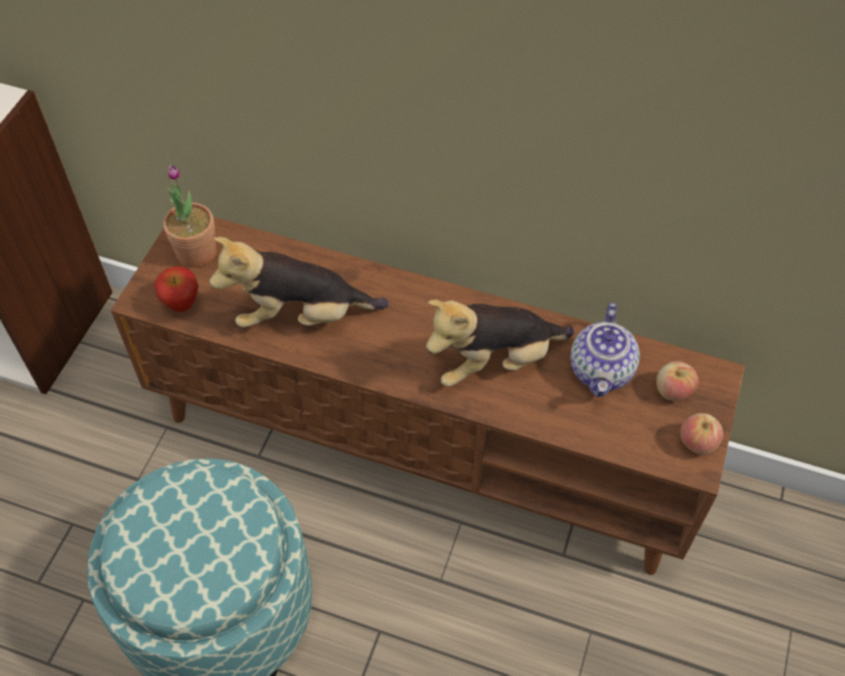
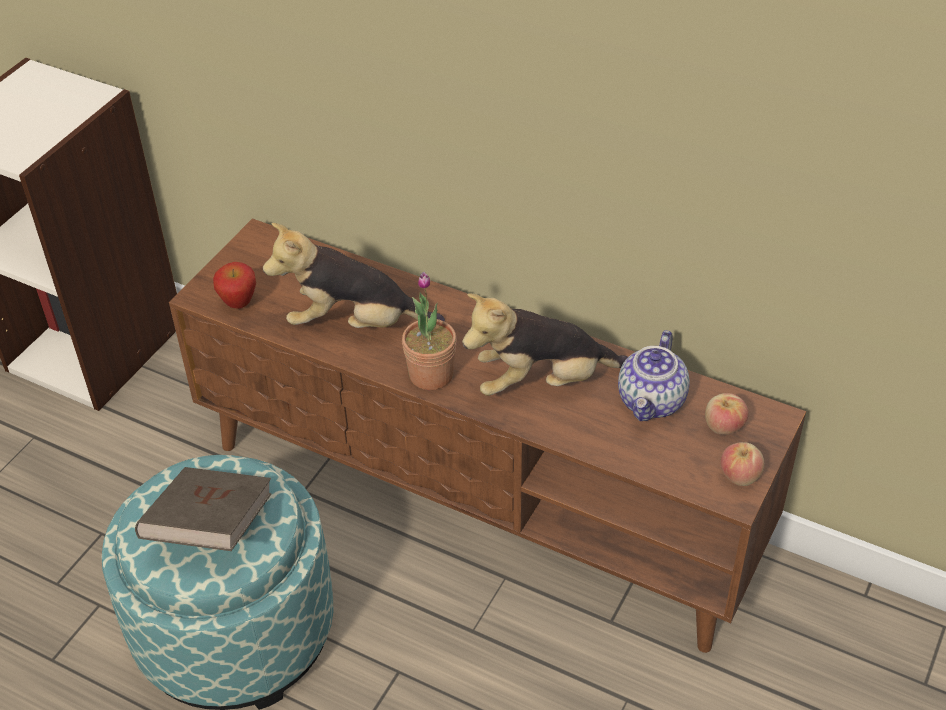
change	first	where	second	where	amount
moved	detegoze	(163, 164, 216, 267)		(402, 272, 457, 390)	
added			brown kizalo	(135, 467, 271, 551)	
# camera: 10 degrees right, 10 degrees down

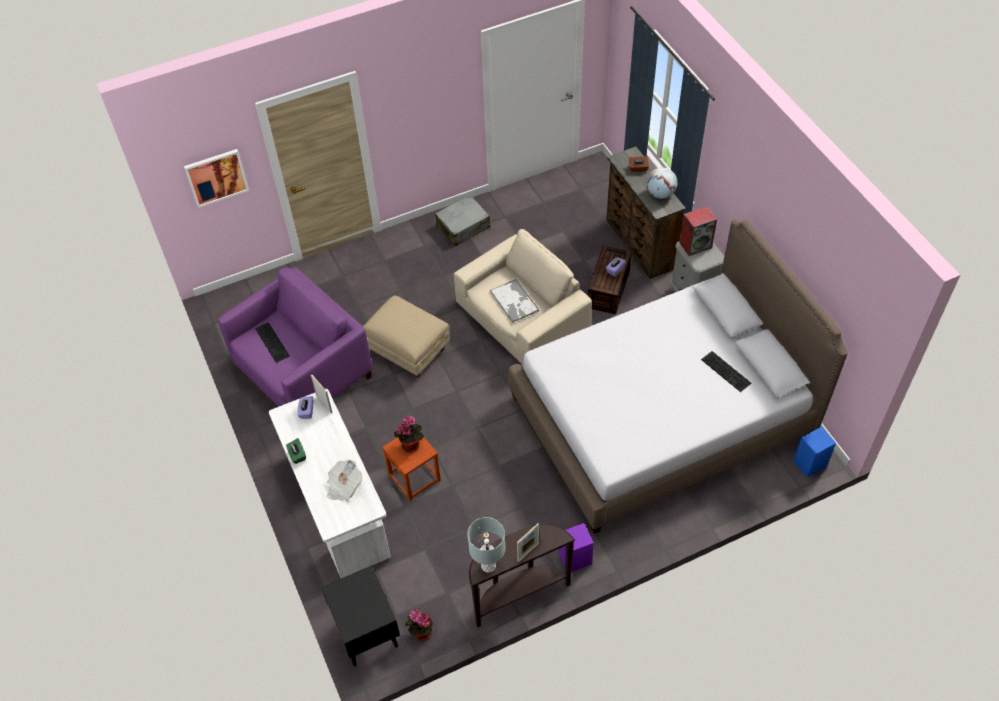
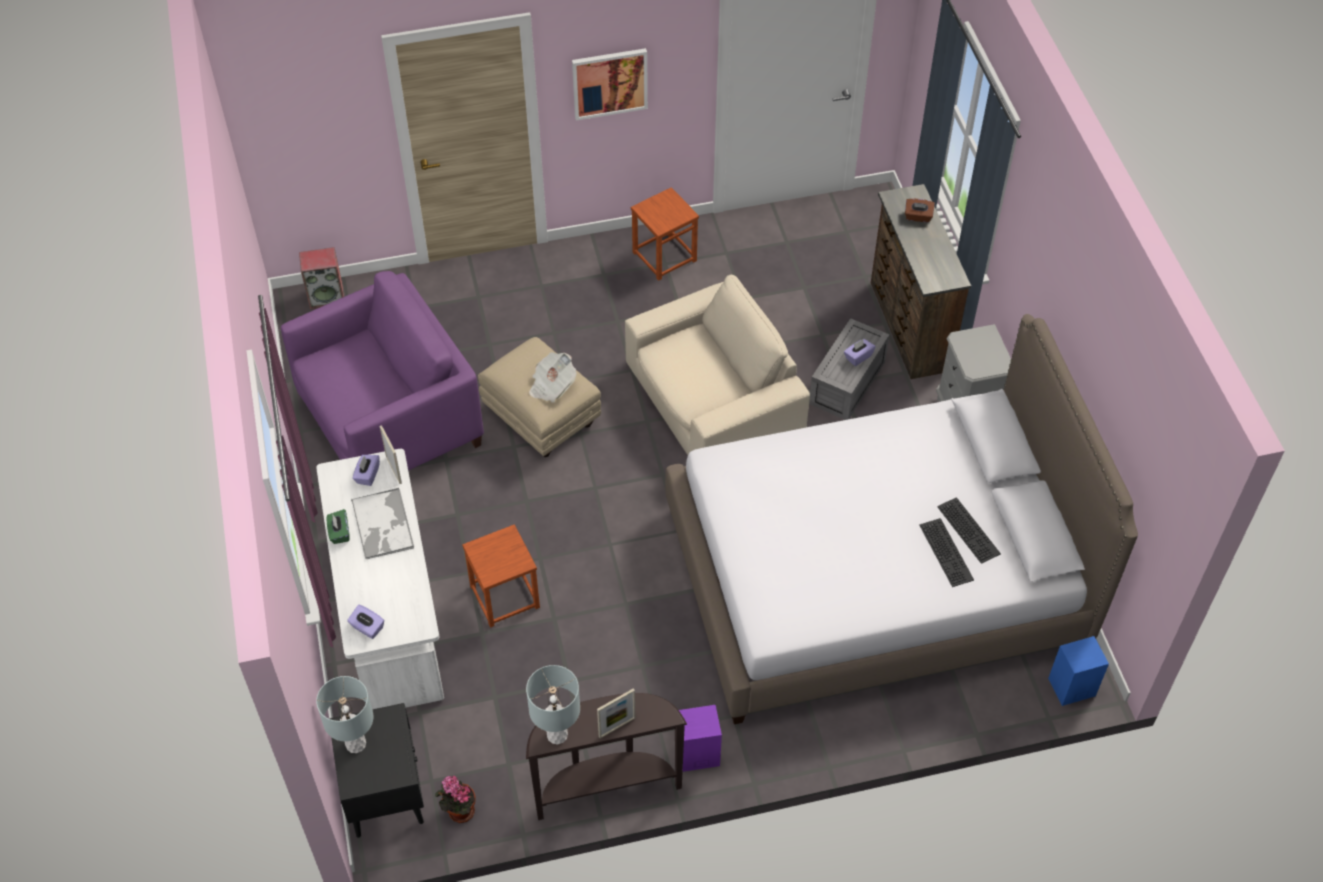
change	first	where	second	where	amount
moved	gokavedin	(184, 149, 249, 208)		(572, 48, 648, 121)	
moved	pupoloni	(255, 322, 290, 363)		(919, 518, 974, 587)	
moved	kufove	(327, 460, 362, 502)		(529, 352, 576, 403)	
removed	detegoze	(394, 416, 424, 453)			
replaced	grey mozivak	(435, 195, 491, 246)	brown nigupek	(631, 187, 699, 281)	
moved	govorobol	(490, 279, 539, 323)		(351, 488, 414, 559)	
recoloured	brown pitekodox	(587, 245, 632, 314)	grey pitekodox	(809, 318, 890, 420)	
removed	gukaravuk	(646, 167, 677, 199)			
moved	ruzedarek	(679, 206, 717, 256)		(299, 247, 344, 309)	
added			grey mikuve	(316, 676, 374, 753)	
added			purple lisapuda	(347, 605, 384, 639)	
# camera: 10 degrees right, 0 degrees up

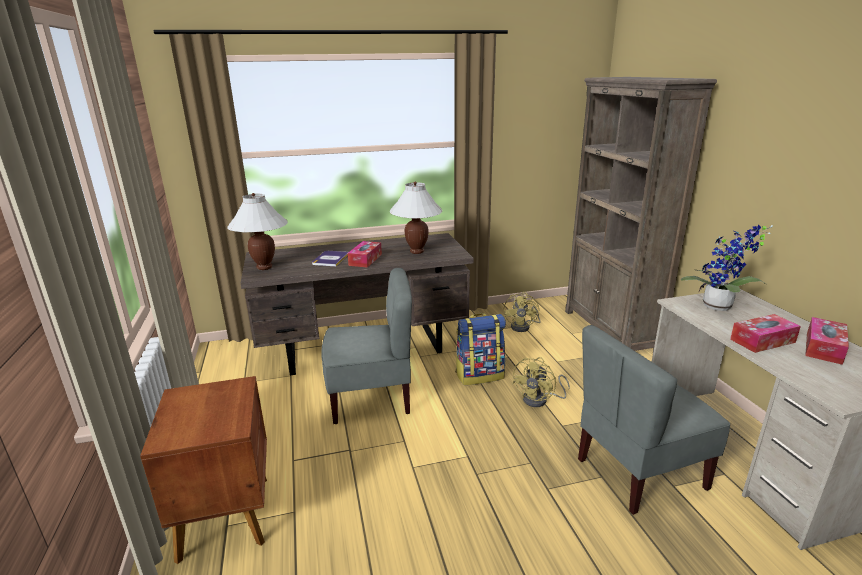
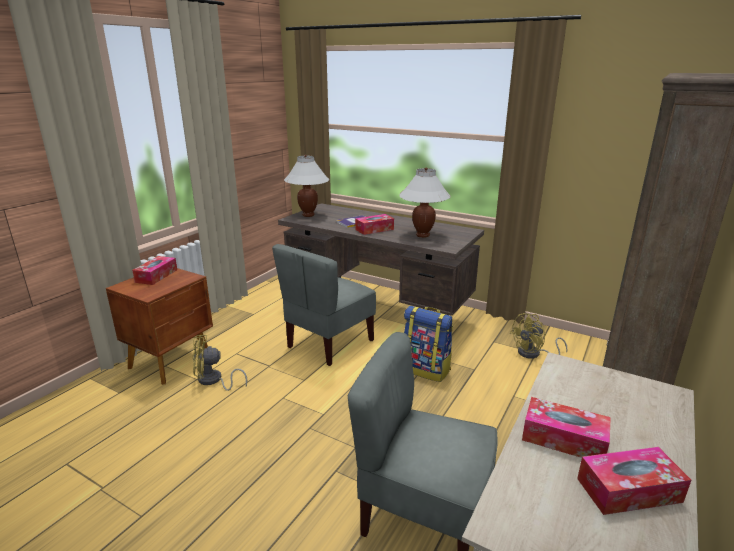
change	first	where	second	where	amount
turned	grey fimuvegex	(321, 268, 412, 424)		(272, 244, 376, 366)	90 degrees clockwise
moved	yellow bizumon	(512, 357, 570, 407)		(193, 335, 247, 391)	
removed	detegoze	(681, 225, 773, 311)			
added			lisapuda	(132, 256, 177, 285)	
# camera: 45 degrees right, 0 degrees up

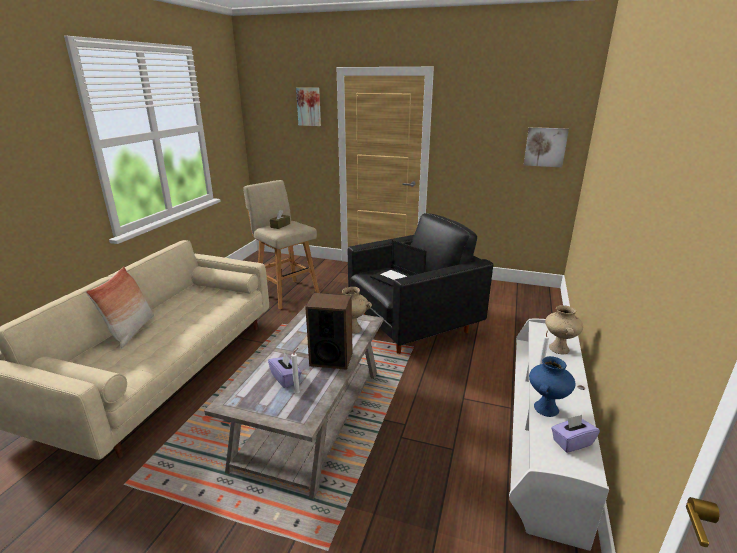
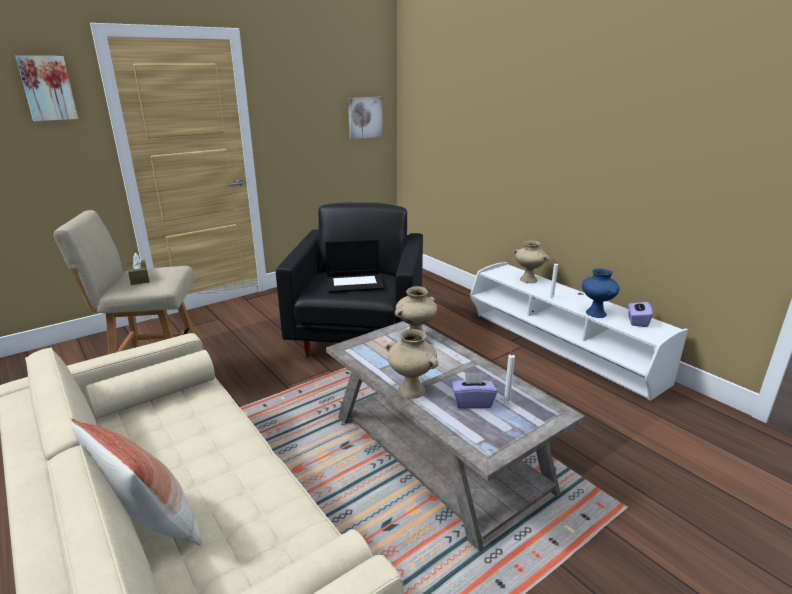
change	first	where	second	where	amount
removed	ruzedarek	(305, 293, 353, 370)			
added			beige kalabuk	(386, 329, 439, 399)	
# camera: 55 degrees left, 0 degrees up

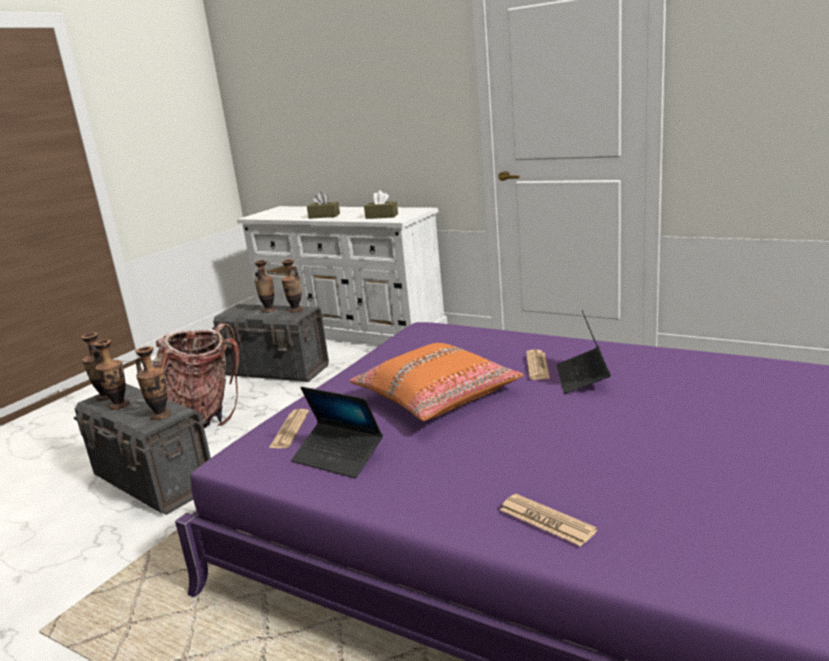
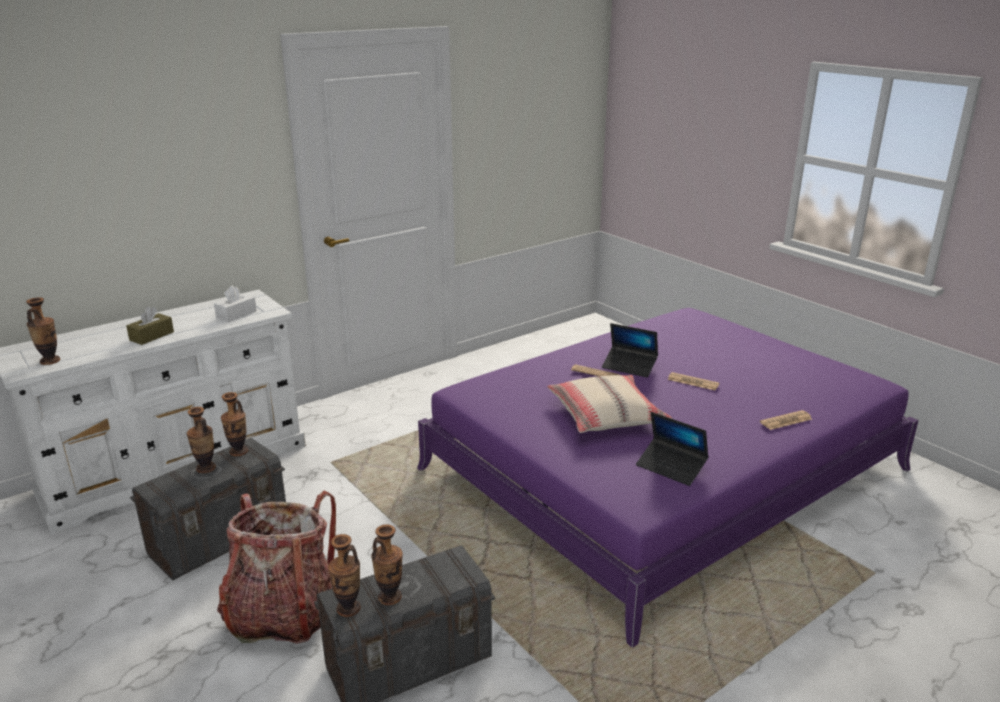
change	first	where	second	where	amount
moved	kalabuk	(135, 346, 171, 420)		(26, 297, 60, 365)	
moved	kufove	(269, 409, 309, 448)		(668, 372, 719, 390)	
turned	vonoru	(291, 387, 383, 478)		(636, 412, 709, 486)	75 degrees clockwise
recoloured	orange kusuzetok	(349, 343, 524, 421)	beige kusuzetok	(547, 375, 673, 433)	
recoloured	brown lisapuda	(364, 191, 398, 219)	white lisapuda	(214, 286, 257, 322)	
# camera: 70 degrees left, 5 degrees up

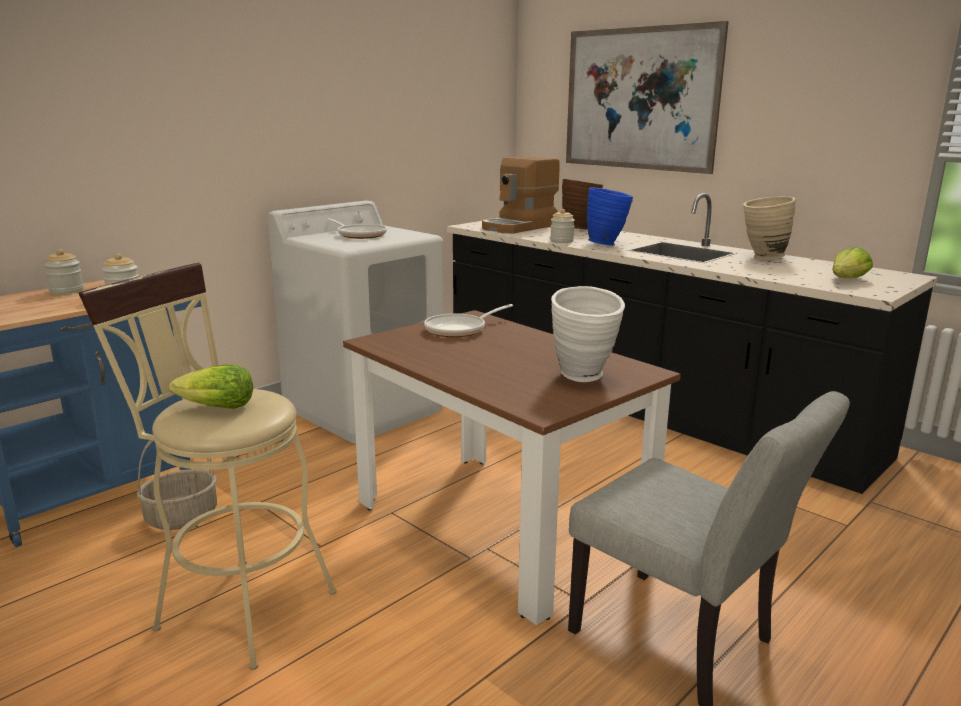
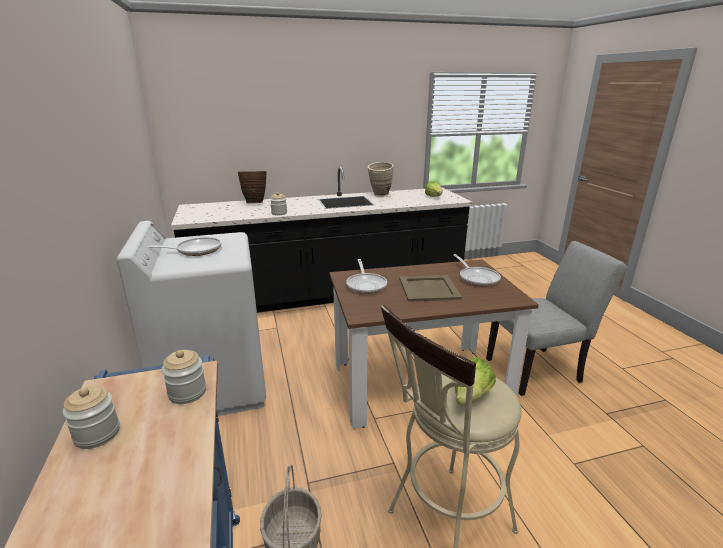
change	first	where	second	where	amount
removed	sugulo	(482, 156, 560, 233)			
replaced	white kalabuk	(551, 286, 625, 382)	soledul	(454, 254, 501, 286)	
removed	gokavedin	(566, 21, 729, 174)			
removed	blue kalabuk	(587, 187, 633, 246)			
added			beige govorobol	(399, 275, 462, 302)	
# camera: 60 degrees left, 5 degrees up

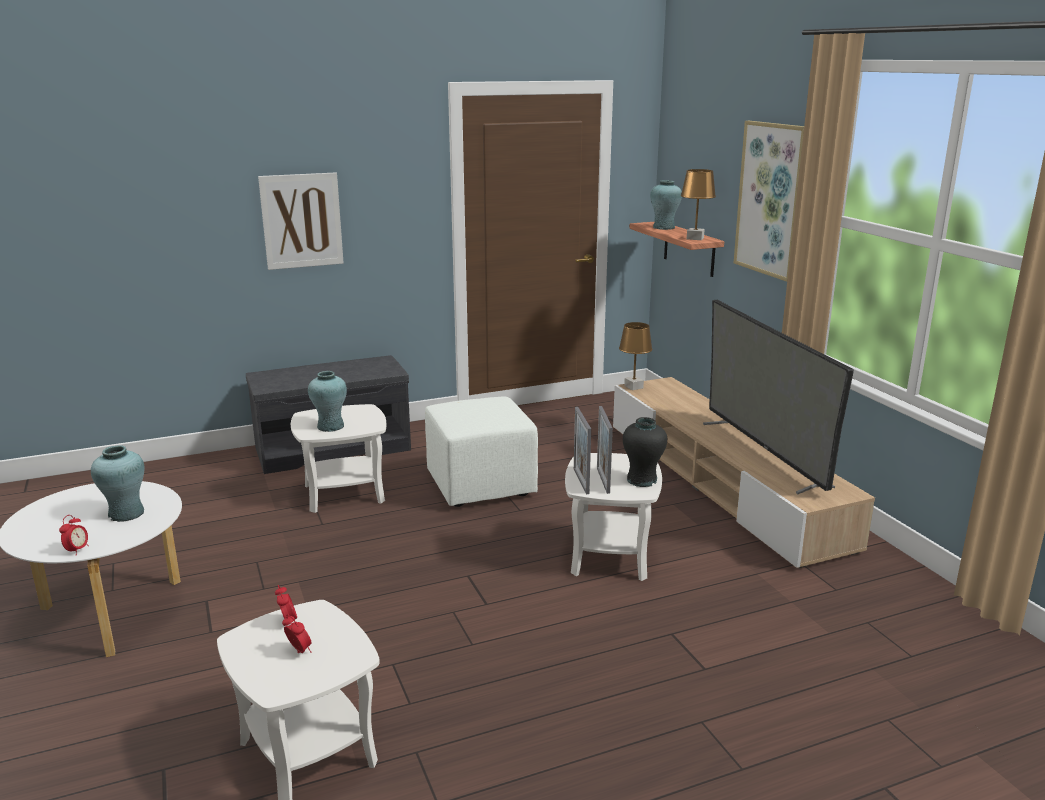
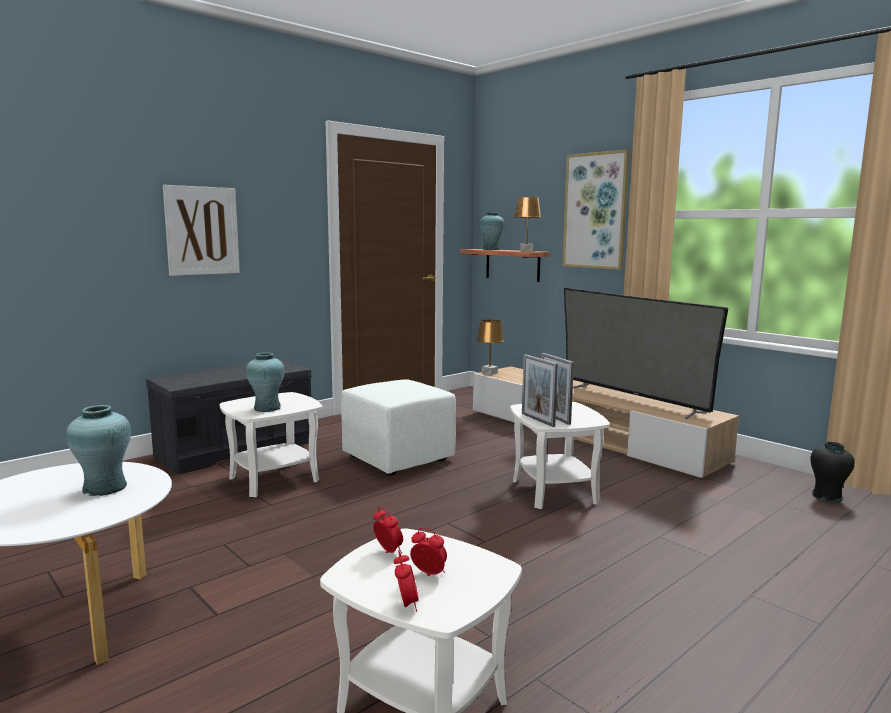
change	first	where	second	where	amount
moved	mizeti	(59, 515, 89, 555)		(394, 551, 419, 612)	
moved	black kalabuk	(623, 417, 667, 487)		(810, 442, 855, 503)	
# camera: 20 degrees left, 10 degrees down

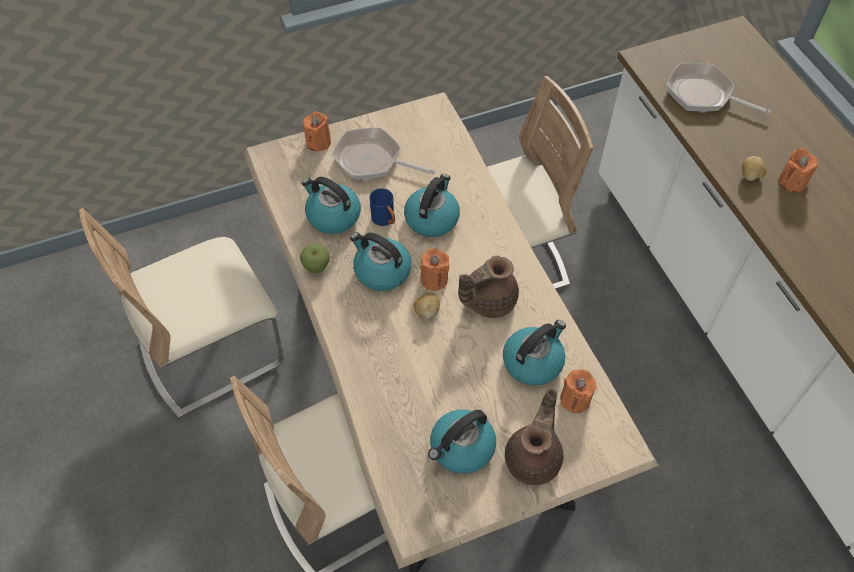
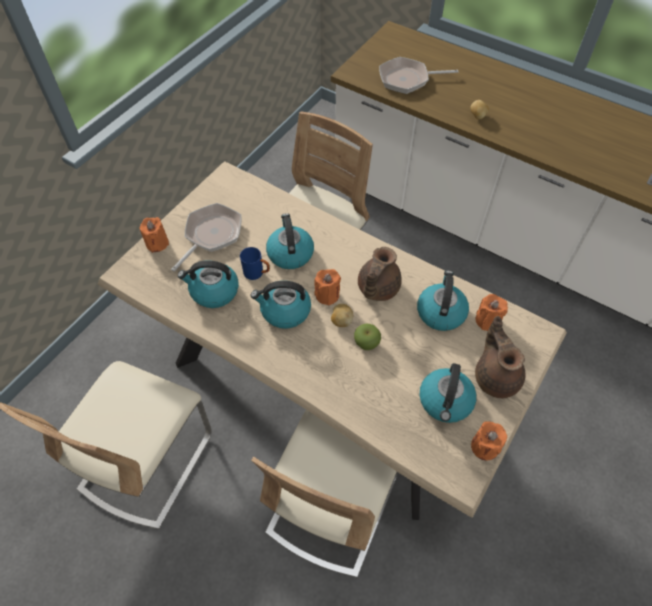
change	first	where	second	where	amount
moved	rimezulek	(300, 244, 329, 274)		(354, 324, 381, 350)	
turned	soledul	(332, 127, 435, 180)		(171, 203, 242, 271)	135 degrees clockwise
moved	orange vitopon	(779, 148, 818, 193)		(471, 421, 507, 461)	
# camera: 35 degrees left, 0 degrees up

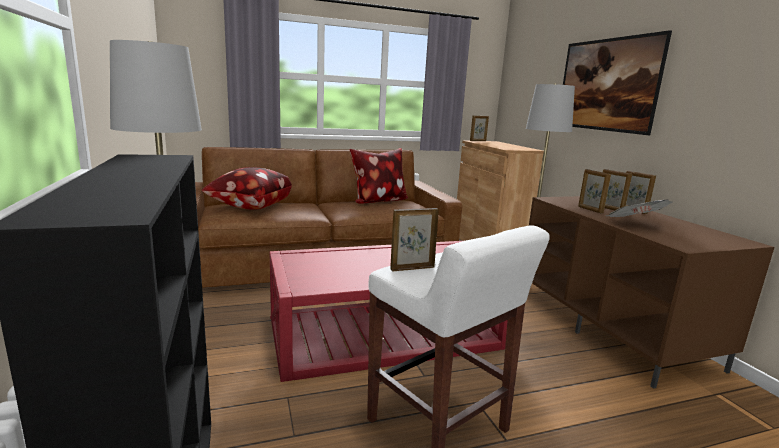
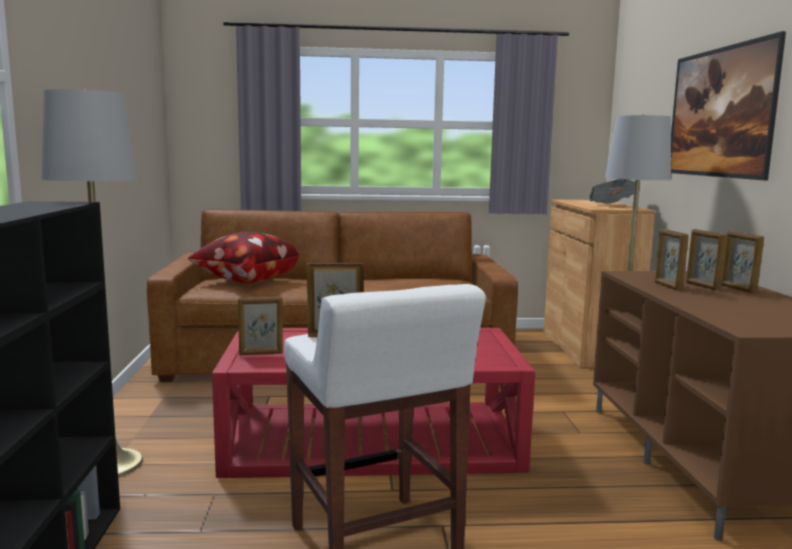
change	first	where	second	where	amount
removed	kusuzetok	(349, 148, 408, 204)			
moved	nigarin	(470, 116, 489, 141)		(238, 297, 283, 355)	
moved	kufove	(606, 199, 672, 217)		(589, 179, 635, 204)	
# camera: 15 degrees right, 5 degrees down

